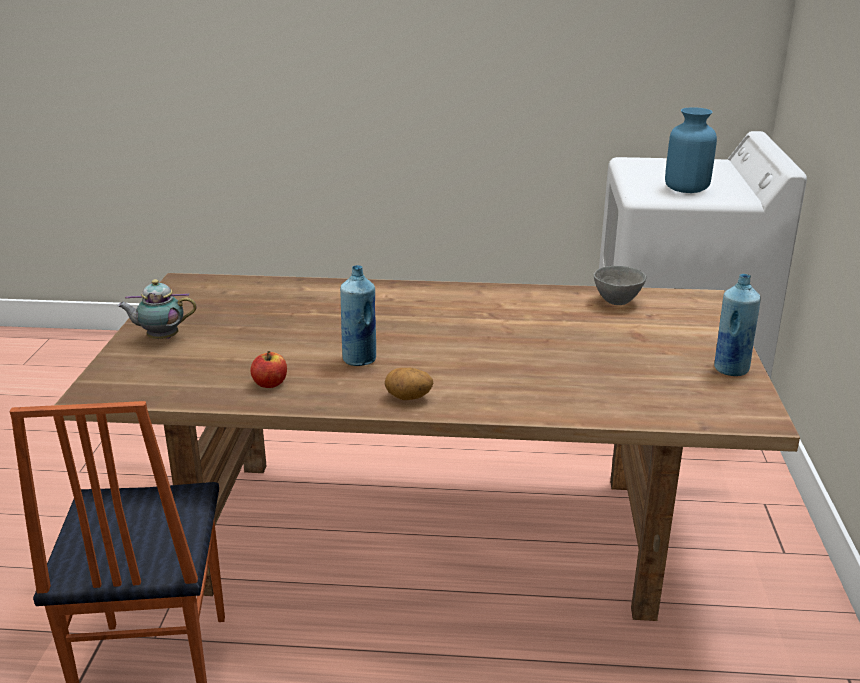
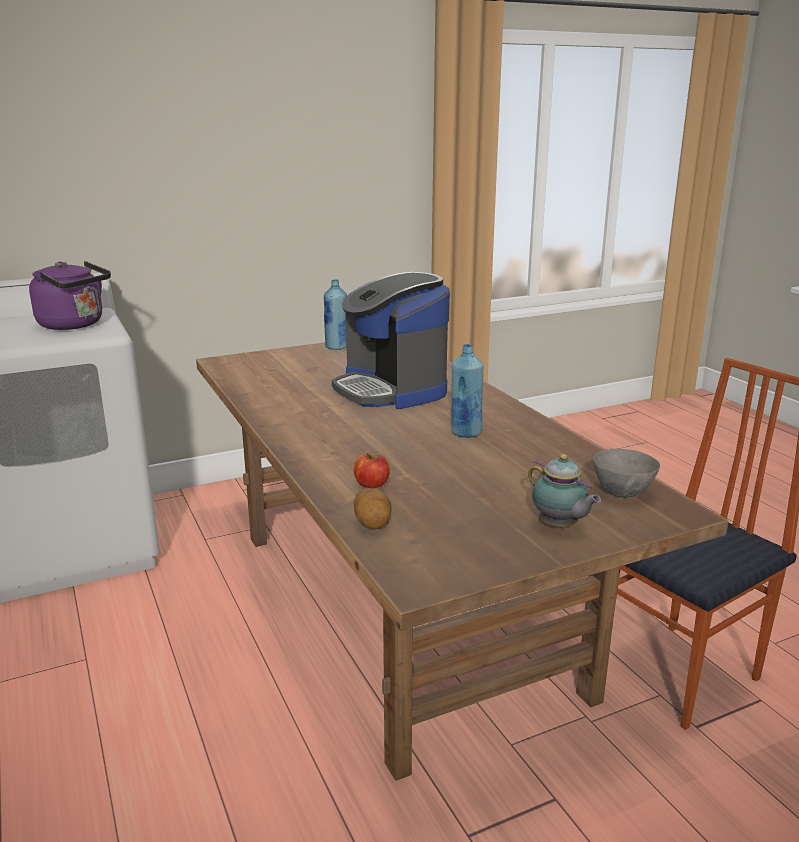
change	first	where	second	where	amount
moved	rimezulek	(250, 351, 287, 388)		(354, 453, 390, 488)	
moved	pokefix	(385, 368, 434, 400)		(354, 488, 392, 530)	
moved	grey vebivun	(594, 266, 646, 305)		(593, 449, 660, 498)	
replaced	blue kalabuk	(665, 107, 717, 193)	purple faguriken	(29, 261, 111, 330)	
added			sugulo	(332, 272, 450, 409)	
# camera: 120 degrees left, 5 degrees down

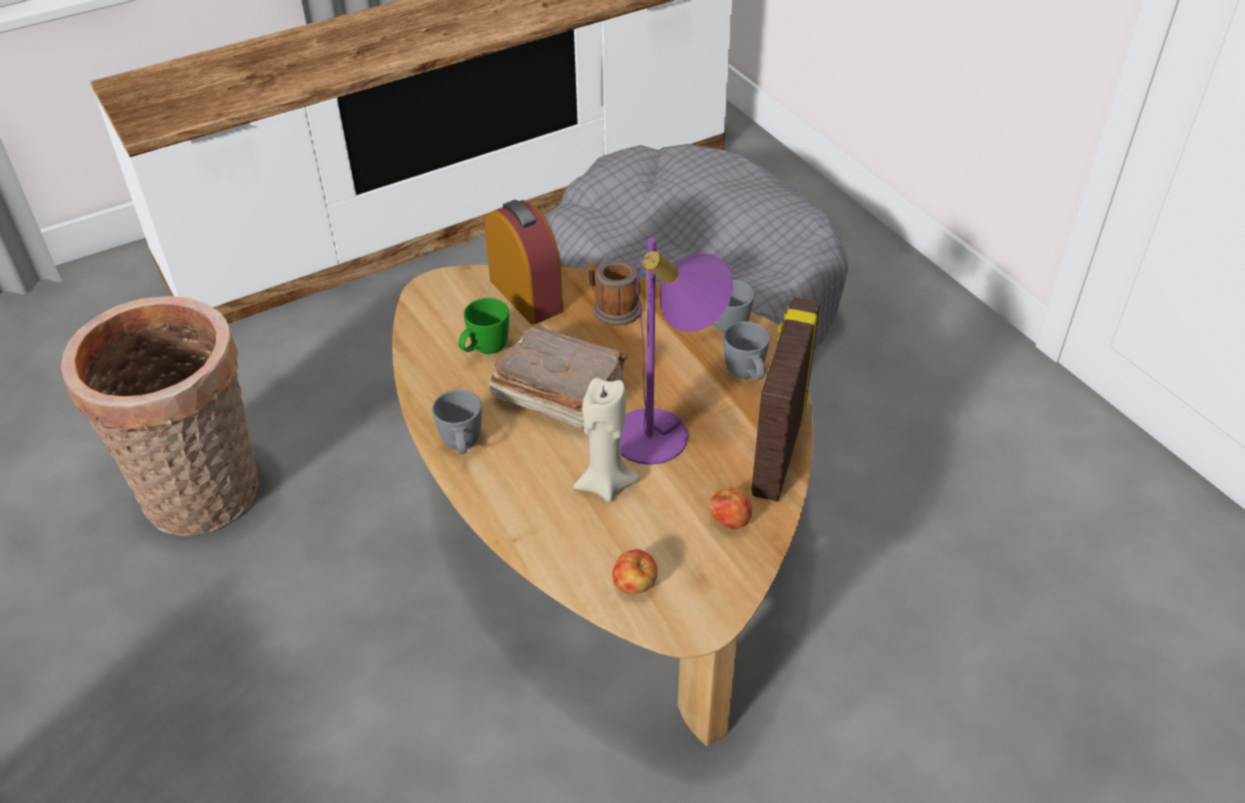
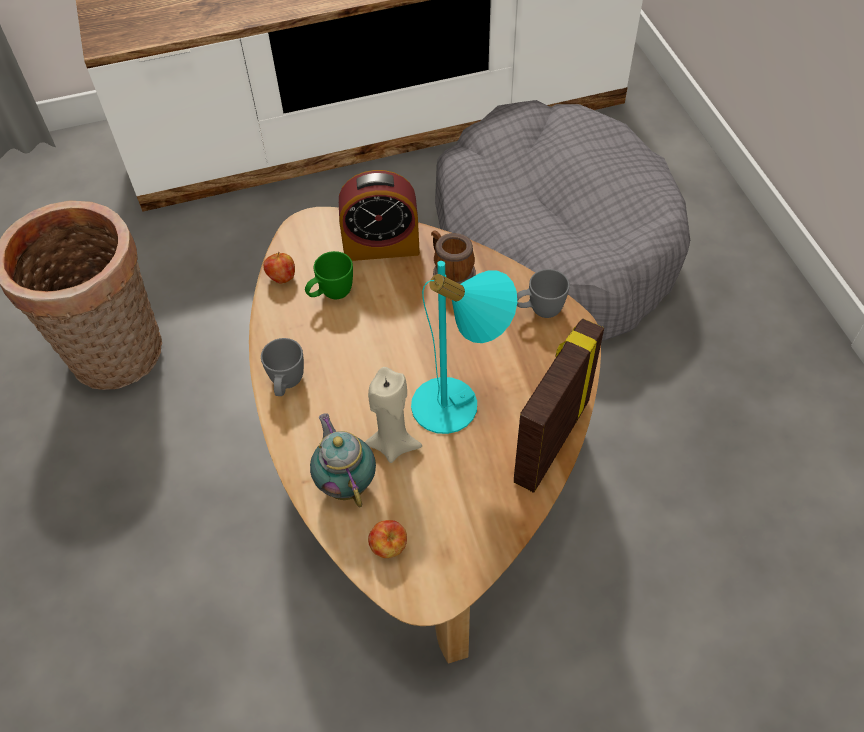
change	first	where	second	where	amount
turned	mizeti	(485, 200, 563, 325)		(339, 170, 420, 261)	105 degrees clockwise
removed	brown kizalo	(489, 324, 628, 429)			
recoloured	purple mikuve	(621, 238, 733, 465)	turquoise mikuve	(411, 261, 517, 434)	
moved	rimezulek	(709, 486, 752, 529)		(263, 252, 295, 284)	
removed	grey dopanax	(723, 321, 770, 380)			
added			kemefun	(310, 413, 376, 508)	
# camera: 15 degrees right, 10 degrees up

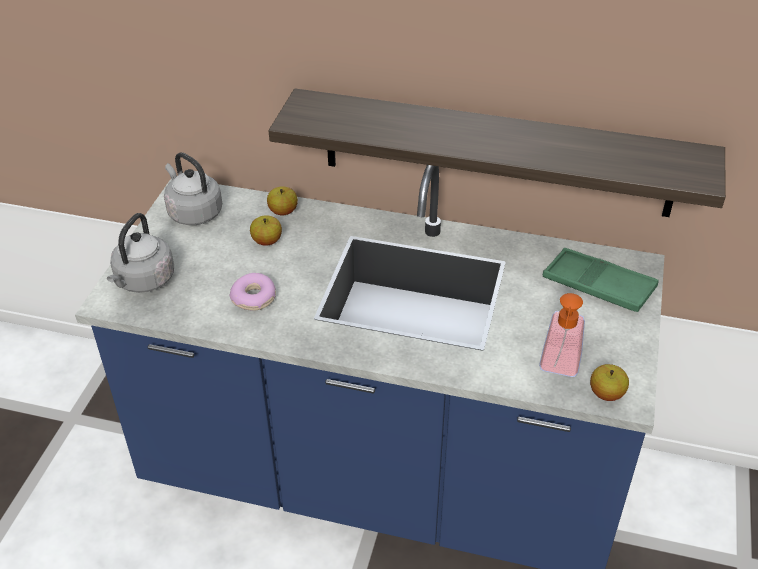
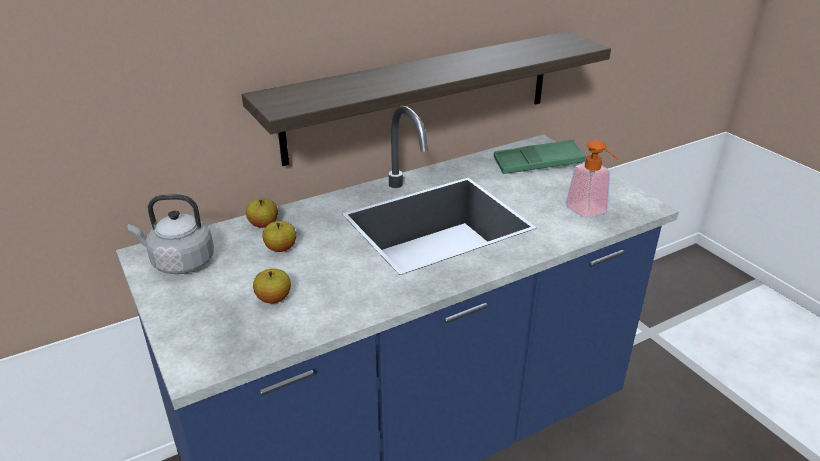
change	first	where	second	where	amount
removed	grey faguriken	(107, 213, 174, 293)			
removed	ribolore	(230, 273, 276, 311)			
moved	rimezulek	(590, 364, 629, 401)		(253, 269, 291, 304)	
# camera: 45 degrees left, 10 degrees down

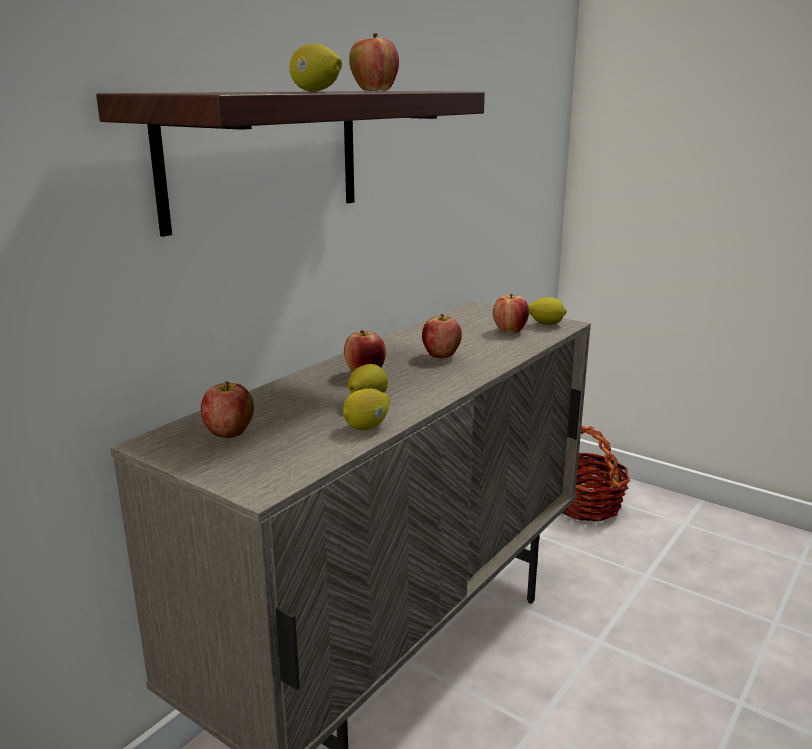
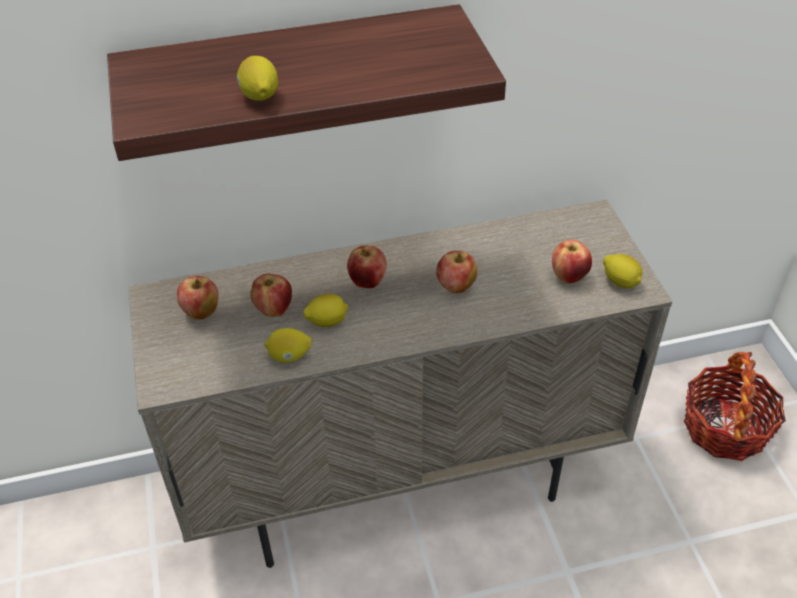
change	first	where	second	where	amount
moved	rimezulek	(349, 33, 399, 91)		(250, 273, 292, 317)	
# camera: 40 degrees right, 25 degrees up

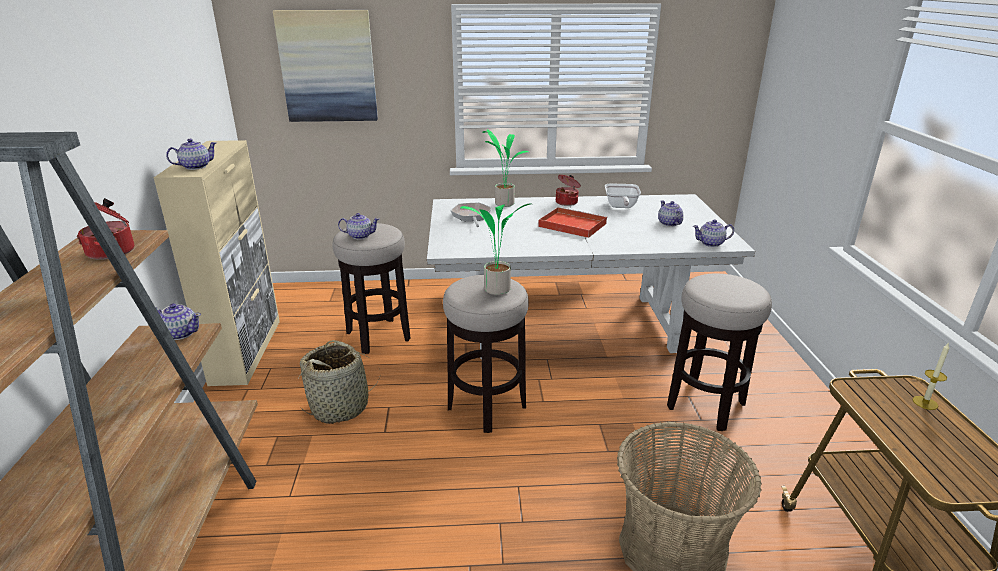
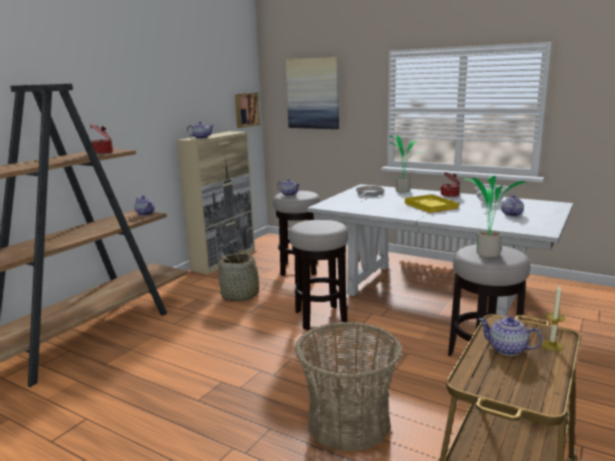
change	first	where	second	where	amount
moved	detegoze	(460, 203, 531, 295)		(465, 176, 526, 258)	
recoloured	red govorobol	(538, 207, 607, 238)	yellow govorobol	(405, 194, 460, 213)	
moved	kemefun	(693, 219, 734, 247)		(478, 316, 543, 356)	
added			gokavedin	(235, 92, 260, 128)	
# camera: 35 degrees right, 10 degrees down

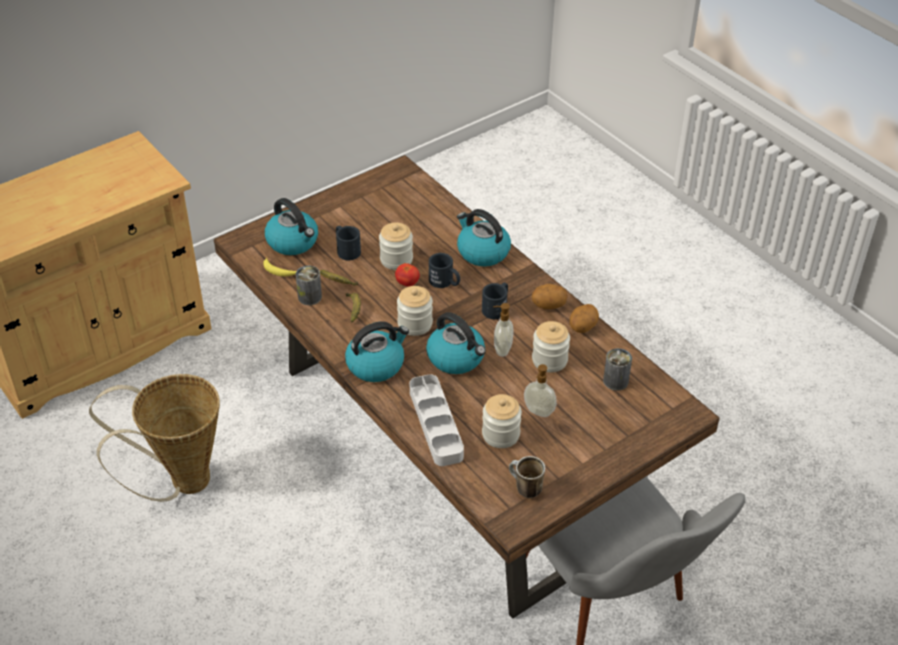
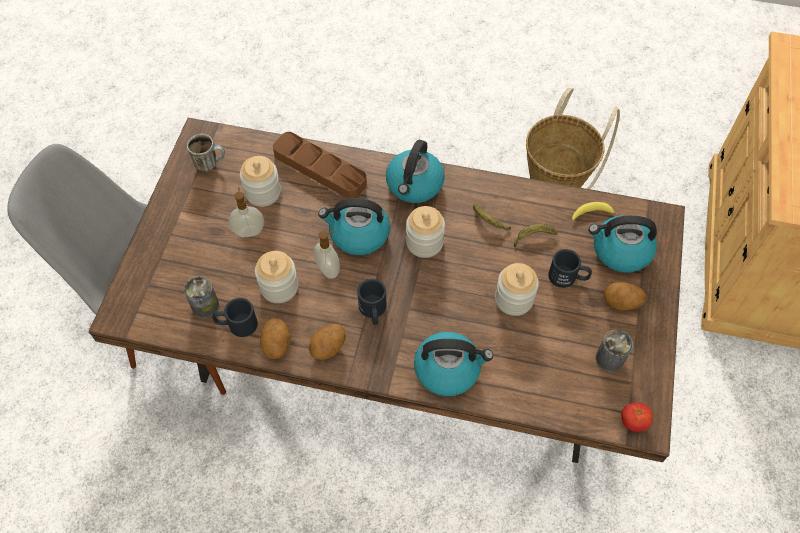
change	first	where	second	where	amount
moved	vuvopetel	(296, 266, 322, 305)		(596, 330, 633, 372)	
moved	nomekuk	(395, 263, 420, 287)		(622, 402, 653, 432)	
recoloured	grey govorobol	(410, 374, 464, 466)	brown govorobol	(273, 132, 367, 199)	
moved	black dopanax	(429, 253, 460, 288)		(213, 298, 258, 337)	
added			pokefix	(604, 282, 646, 310)	
# camera: 140 degrees right, 15 degrees up

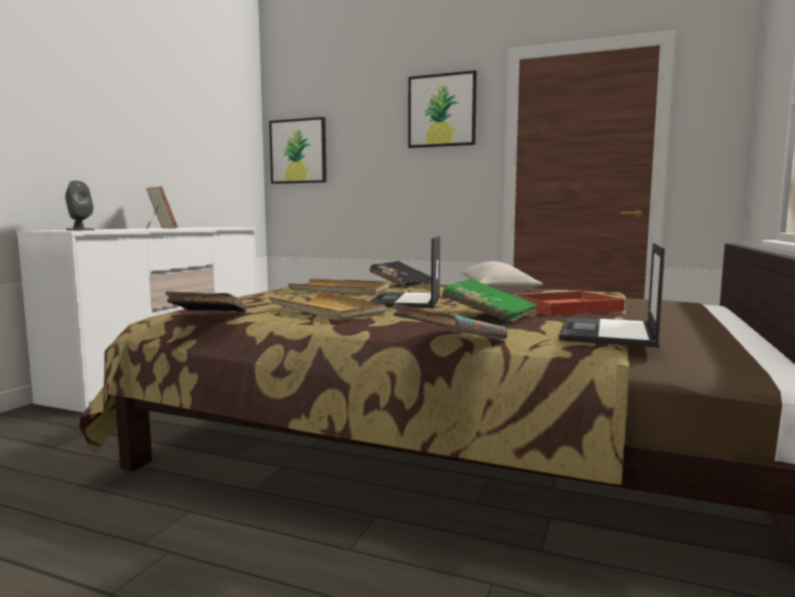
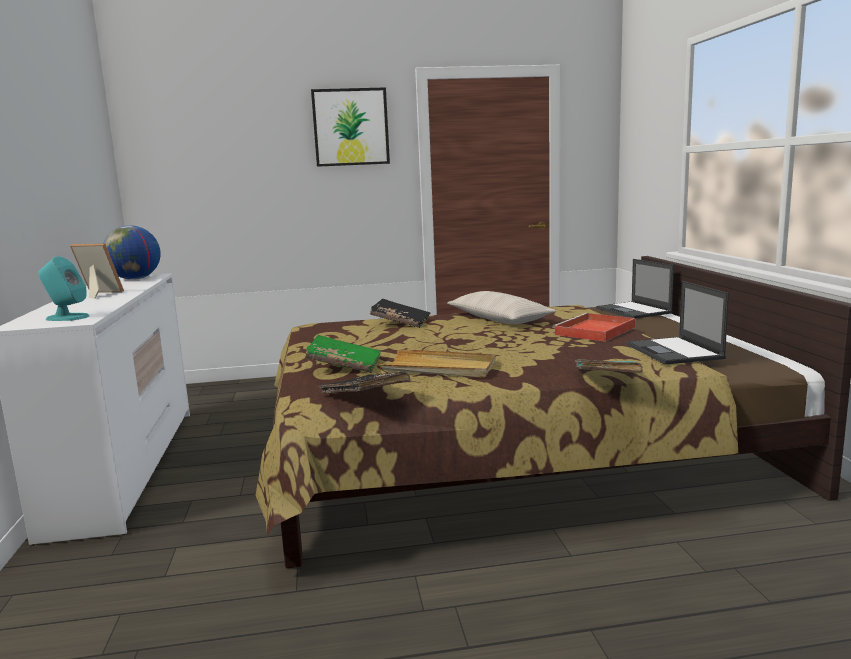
change	first	where	second	where	amount
recoloured	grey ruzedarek	(65, 180, 95, 231)	turquoise ruzedarek	(38, 256, 89, 321)	
removed	gokavedin	(269, 117, 327, 184)			
removed	beige govorobol	(288, 278, 389, 295)			
moved	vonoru	(370, 236, 440, 308)		(596, 259, 674, 319)	
moved	green kizalo	(442, 279, 538, 323)		(305, 335, 381, 373)	
added			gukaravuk	(104, 225, 161, 280)	
# camera: 30 degrees left, 5 degrees up

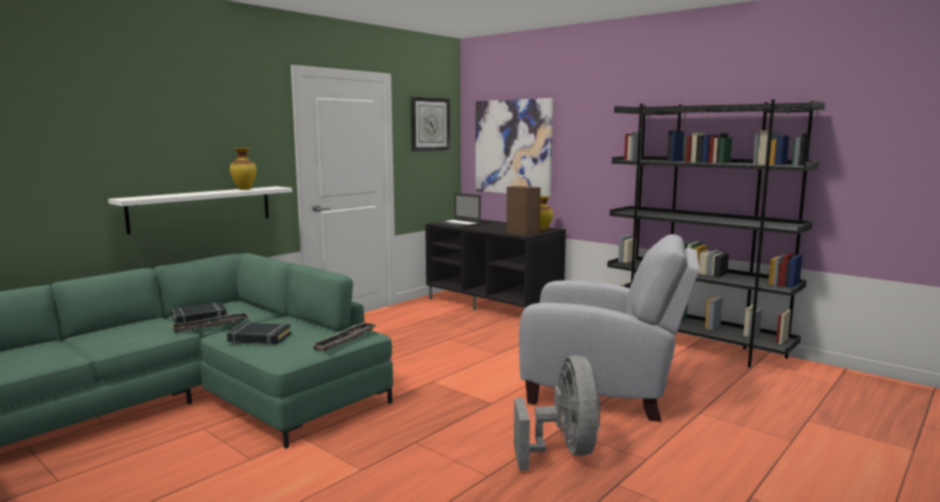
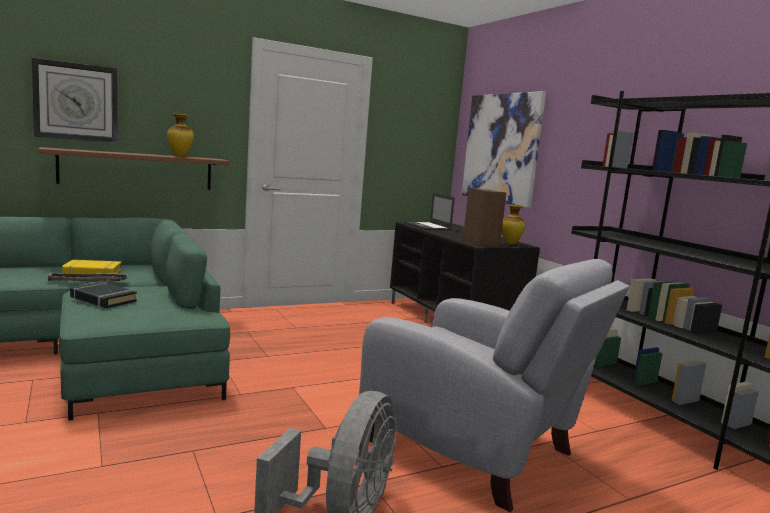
change	first	where	second	where	amount
recoloured	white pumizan	(108, 186, 292, 234)	brown pumizan	(38, 147, 229, 190)	
recoloured	black kizalo	(171, 302, 227, 324)	yellow kizalo	(62, 260, 122, 274)	
removed	govorobol	(313, 322, 377, 351)			
moved	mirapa	(411, 97, 450, 151)		(32, 58, 118, 143)	
# camera: 20 degrees right, 0 degrees up

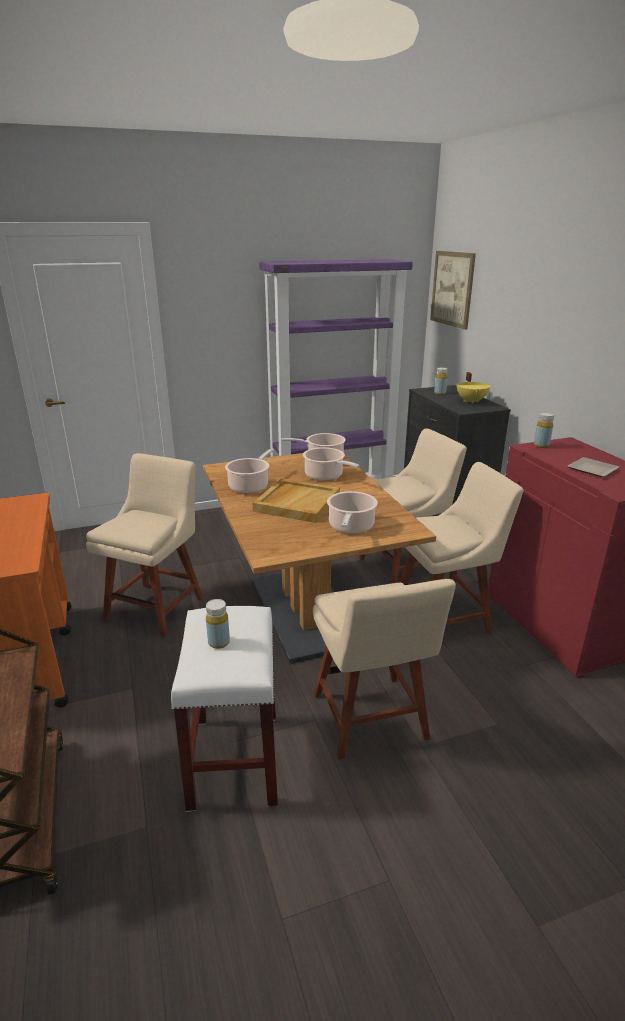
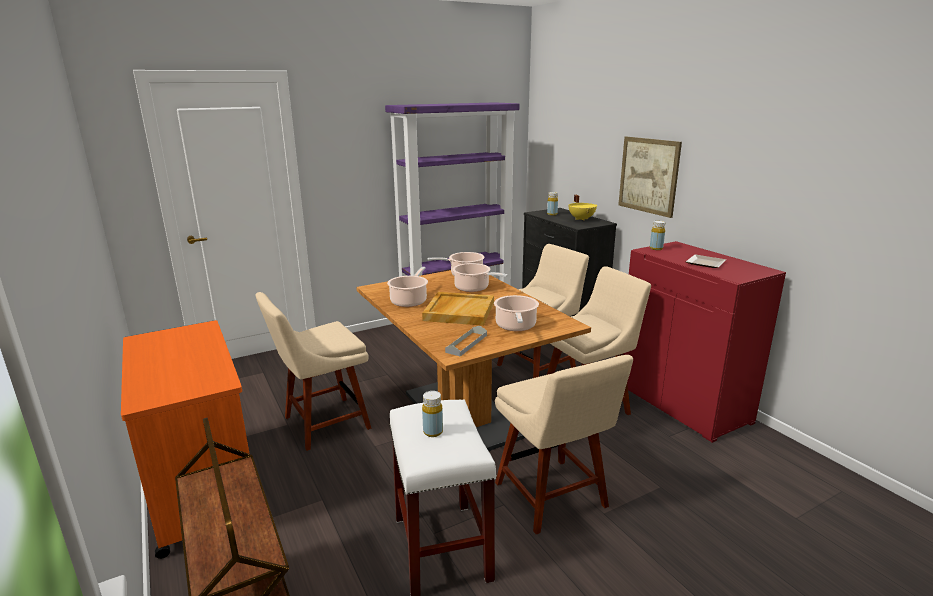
change	first	where	second	where	amount
turned	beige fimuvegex	(86, 453, 204, 637)		(255, 292, 372, 451)	135 degrees counterclockwise
moved	gokavedin	(430, 251, 476, 330)		(618, 136, 682, 218)	
added			grey govorobol	(445, 326, 487, 357)	
# camera: 10 degrees left, 5 degrees down

